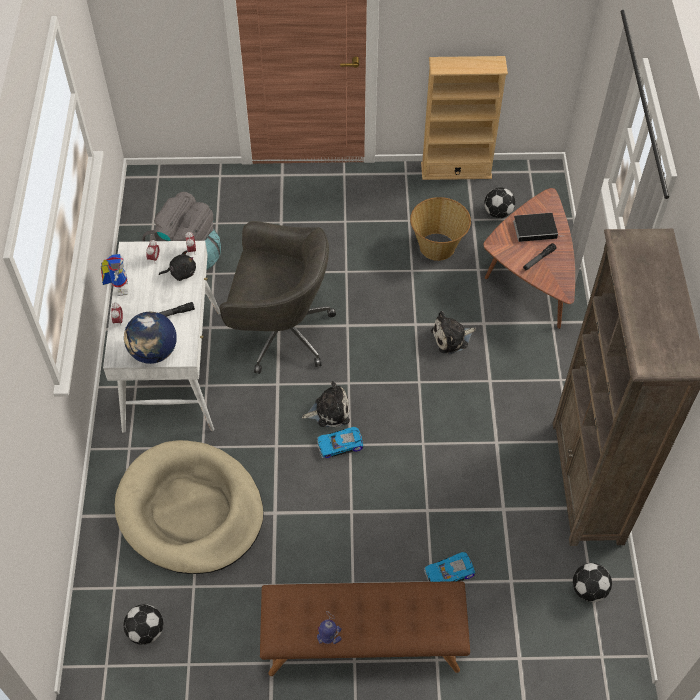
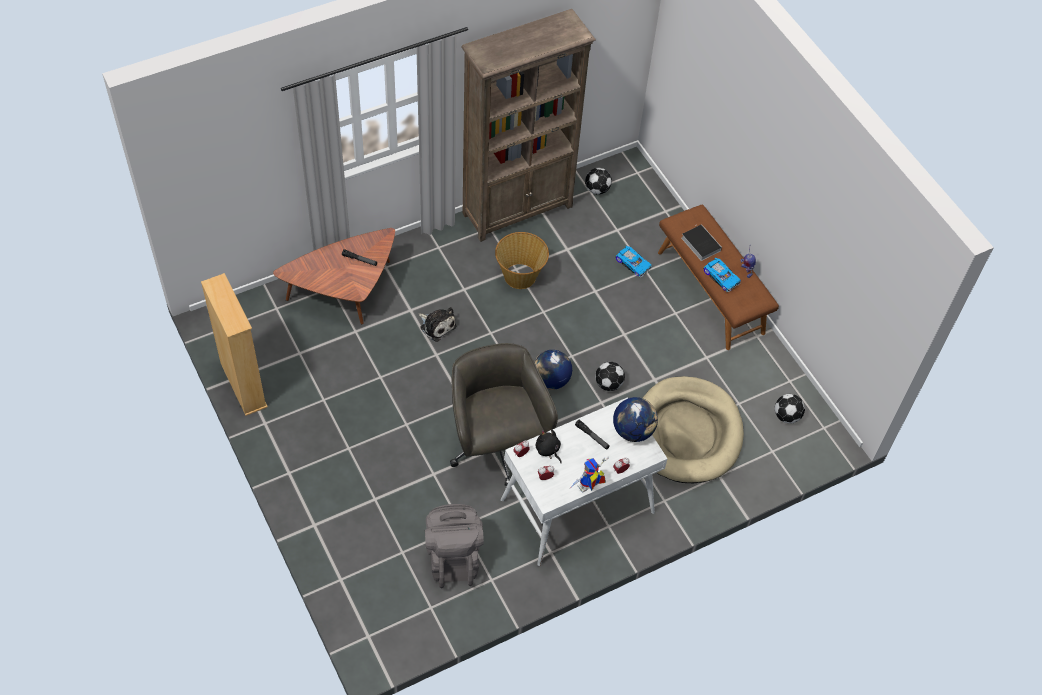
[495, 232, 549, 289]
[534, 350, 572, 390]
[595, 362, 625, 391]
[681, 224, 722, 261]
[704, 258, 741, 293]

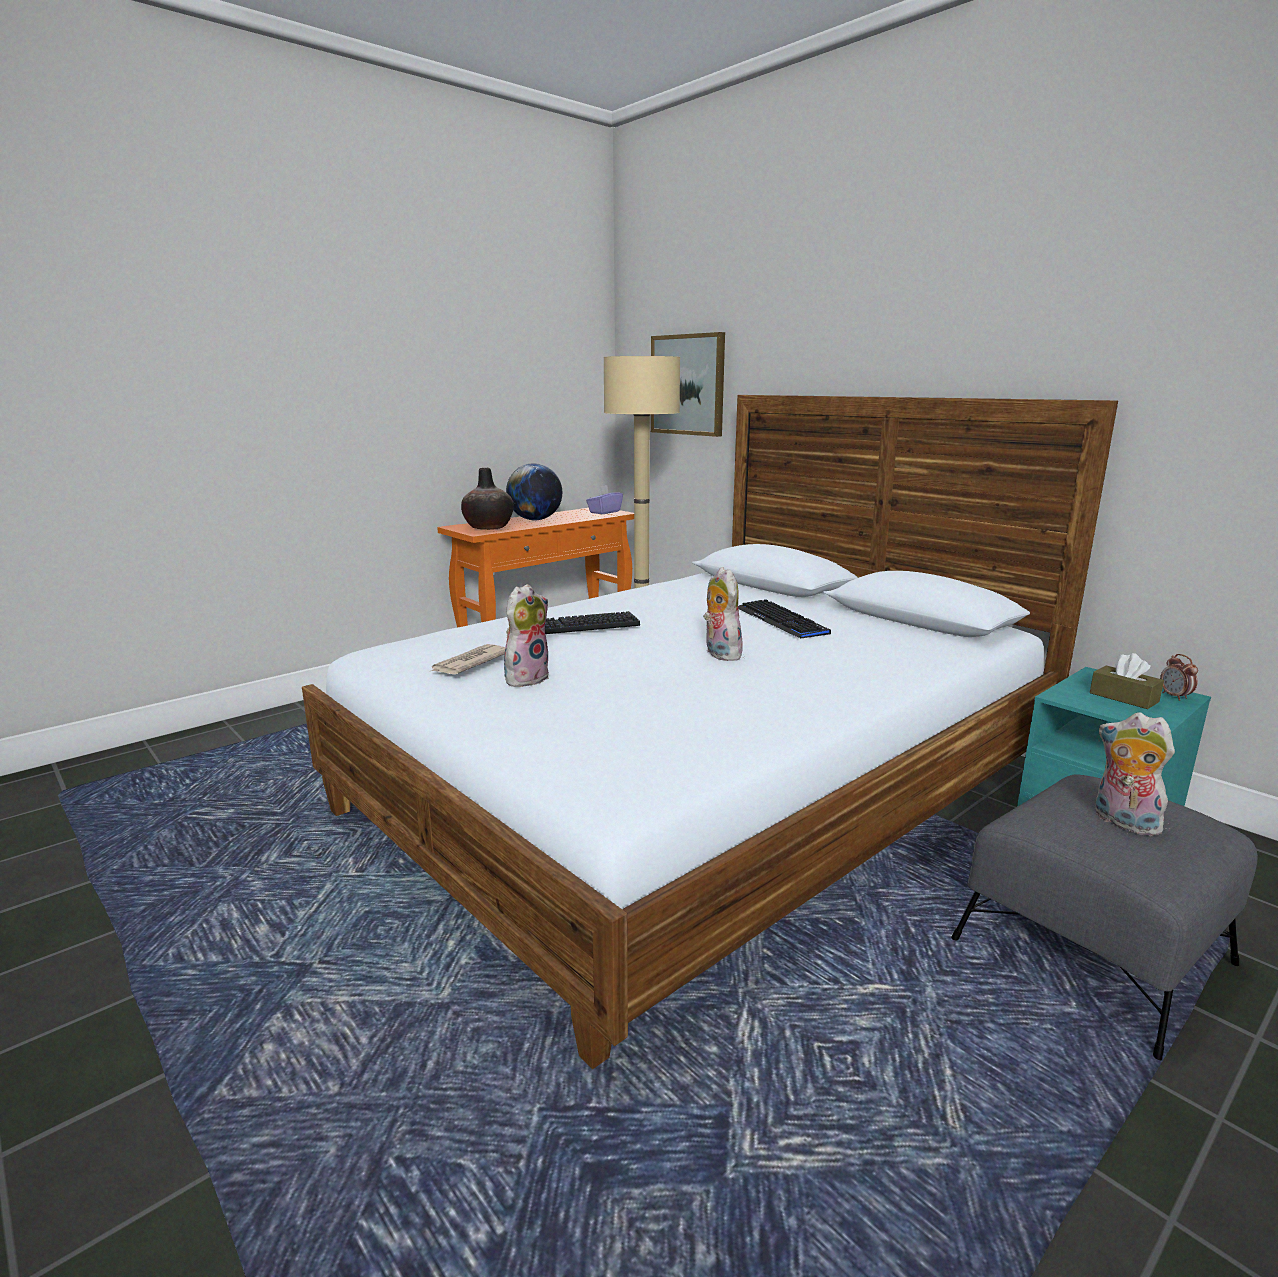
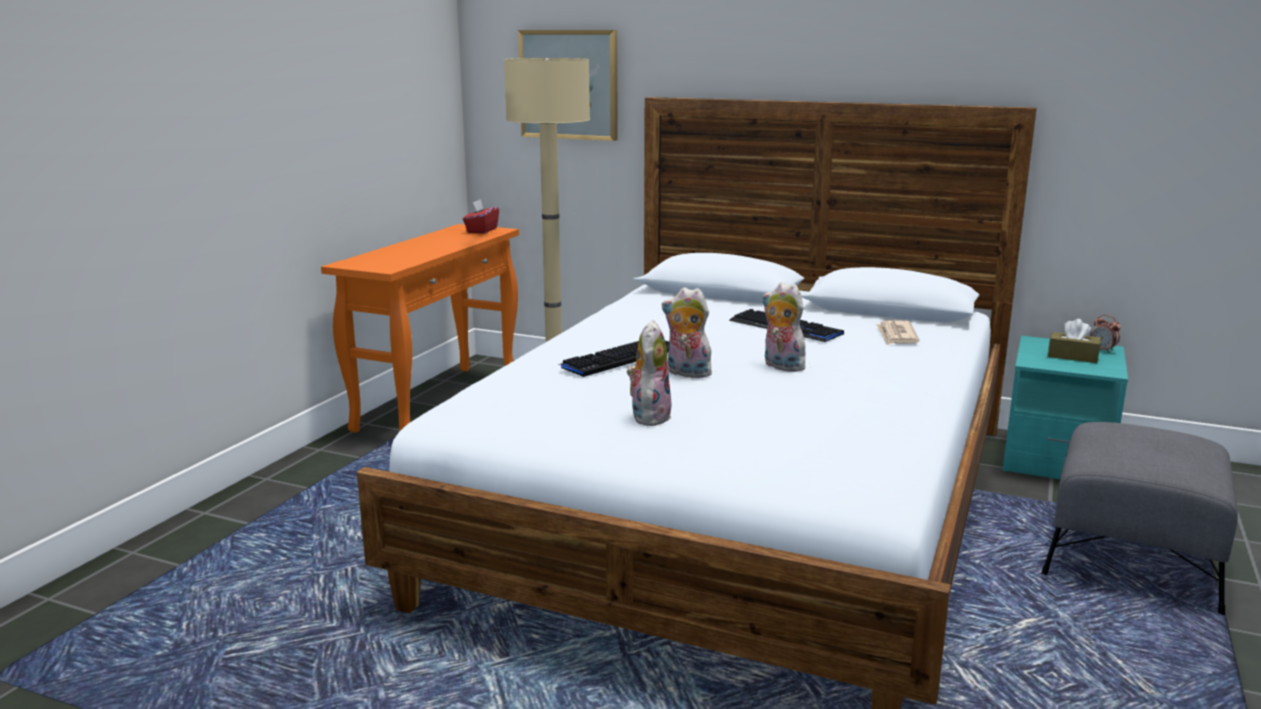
[463, 199, 499, 234]
[662, 287, 714, 378]
[876, 320, 920, 345]
[461, 468, 514, 530] (first image)
[506, 463, 562, 520] (first image)

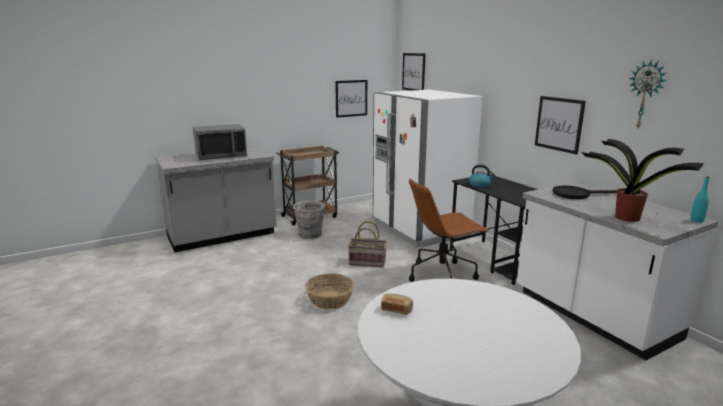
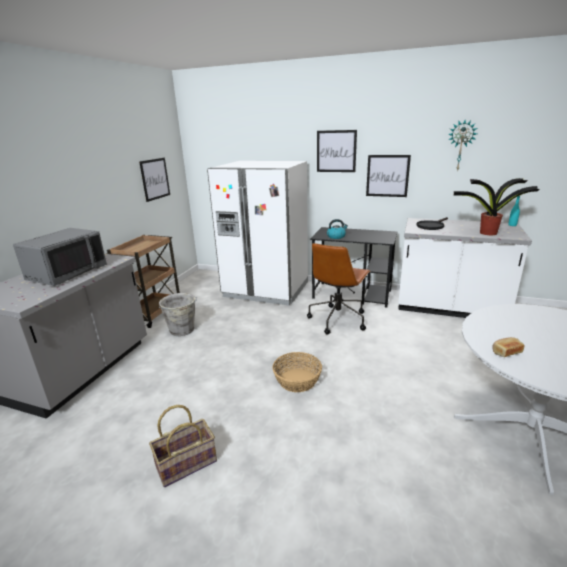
[149, 405, 217, 487]
[317, 130, 357, 172]

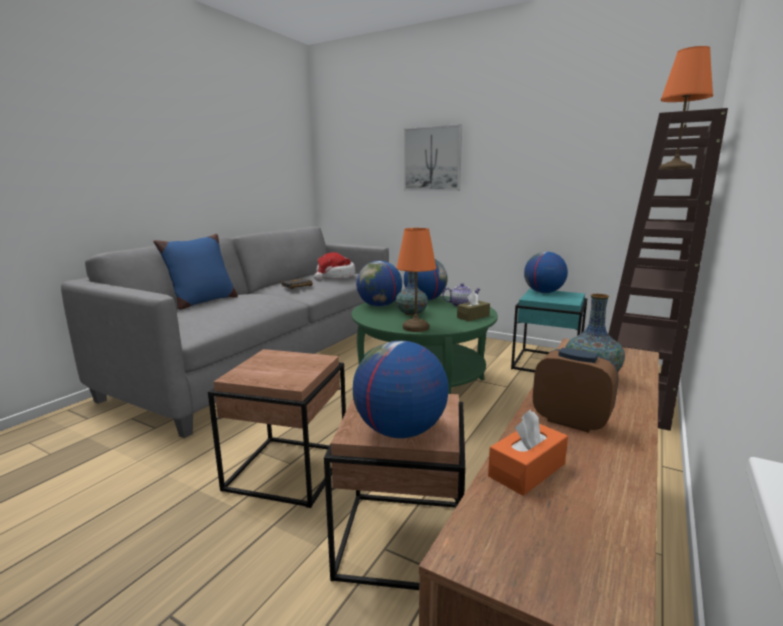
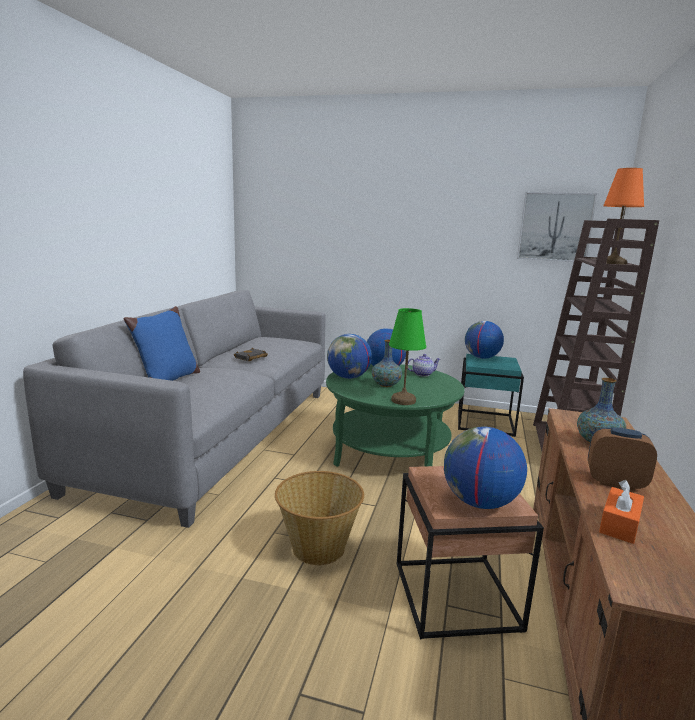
[275, 471, 364, 565]
[389, 308, 426, 405]
[517, 192, 597, 262]
[314, 252, 355, 281] (first image)
[457, 291, 490, 321] (first image)

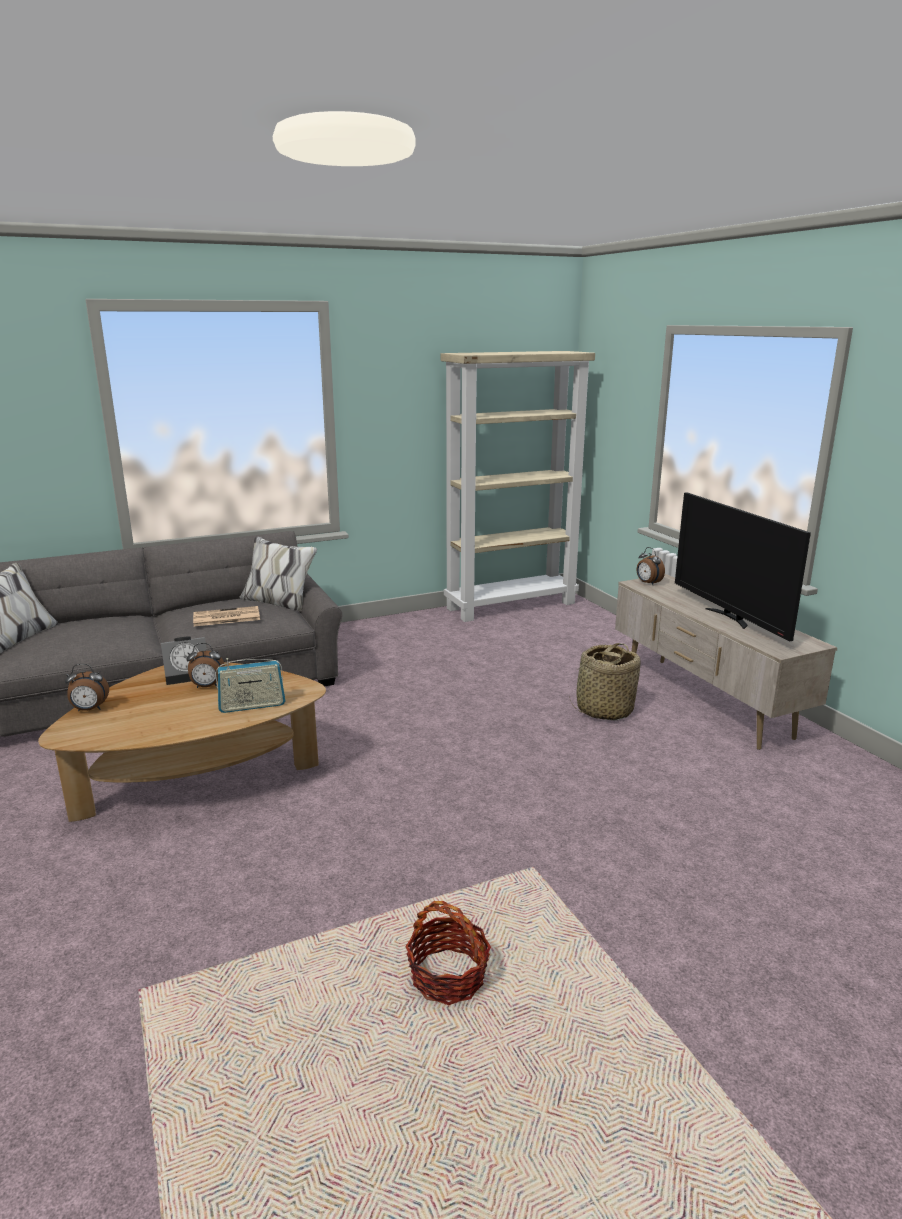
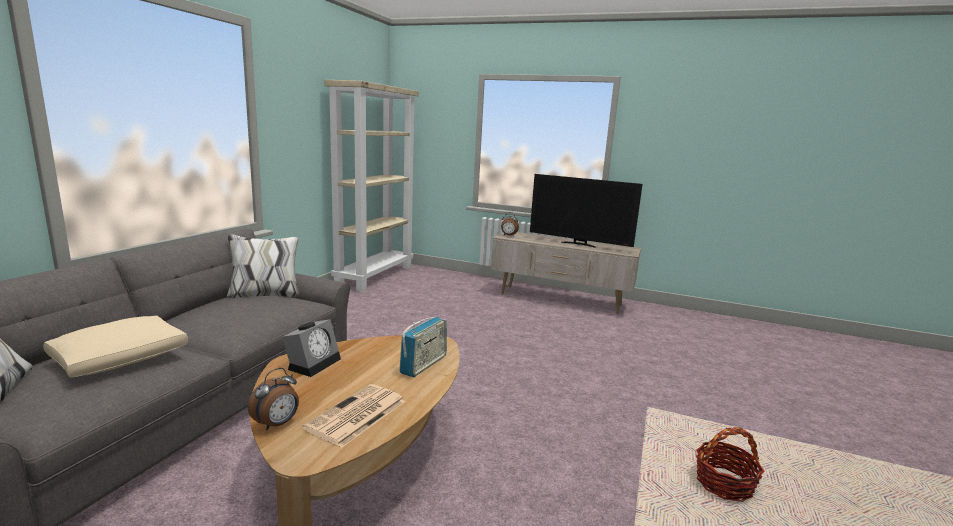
[43, 316, 188, 378]
[303, 384, 406, 448]
[186, 643, 225, 688] (first image)
[569, 643, 641, 720] (first image)

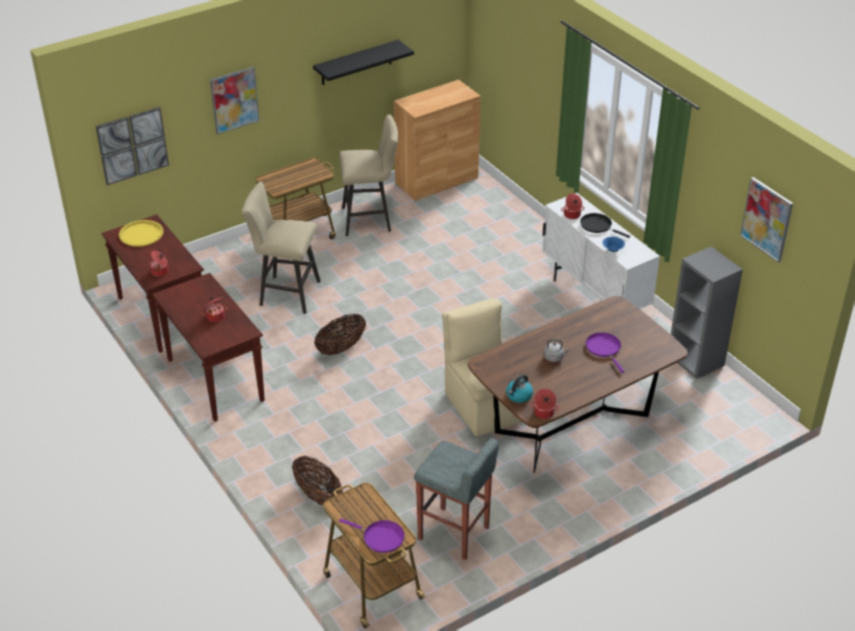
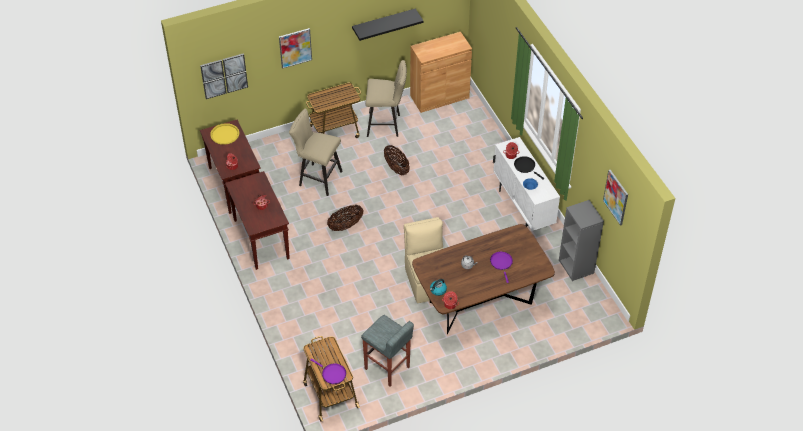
[384, 145, 410, 175]

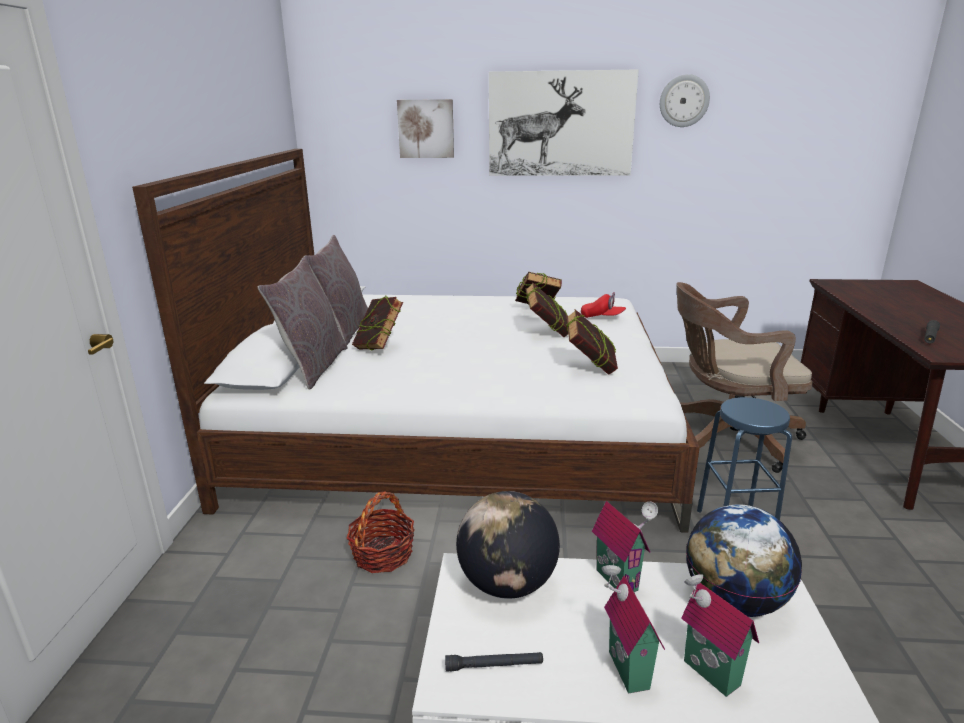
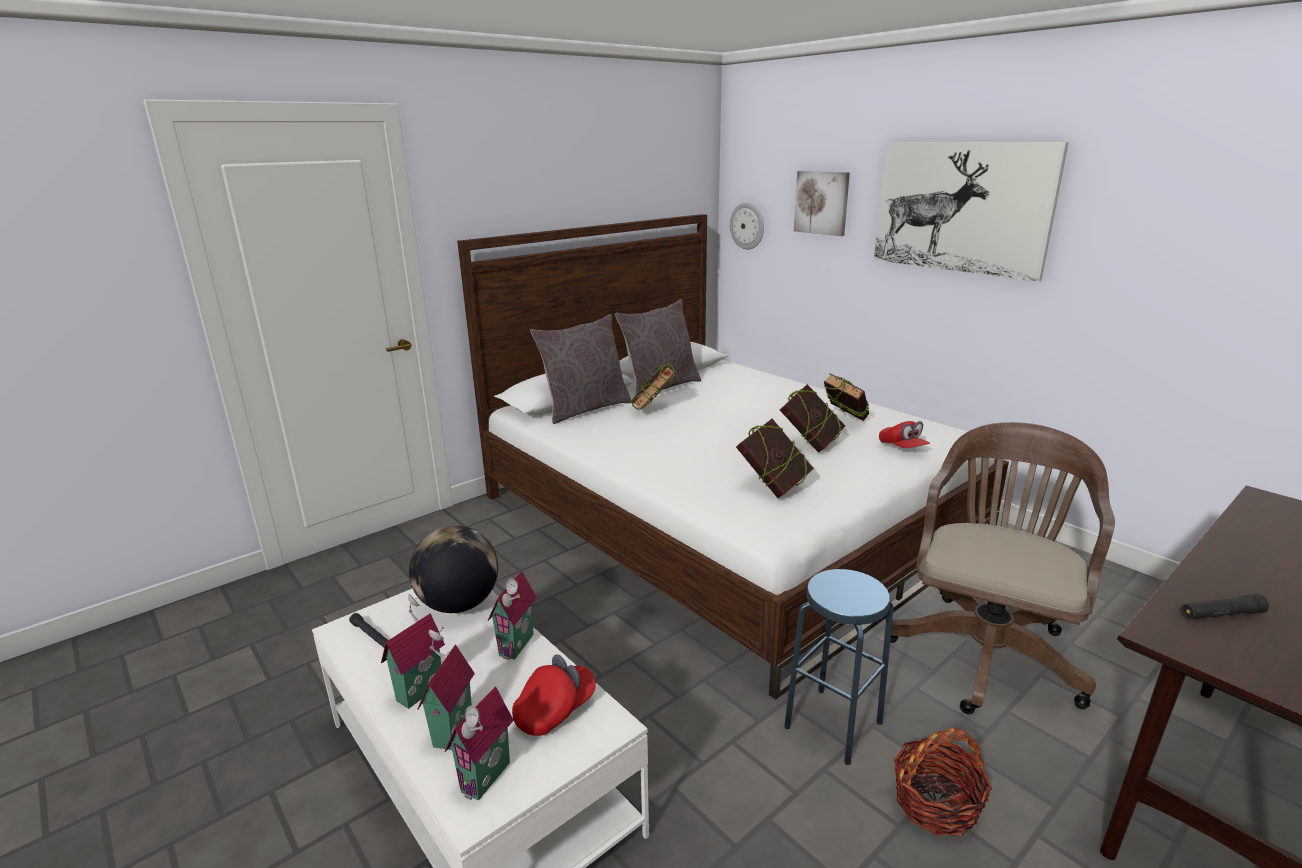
[445, 686, 514, 801]
[512, 655, 596, 736]
[730, 203, 764, 250]
[890, 422, 1115, 714]
[894, 727, 992, 836]

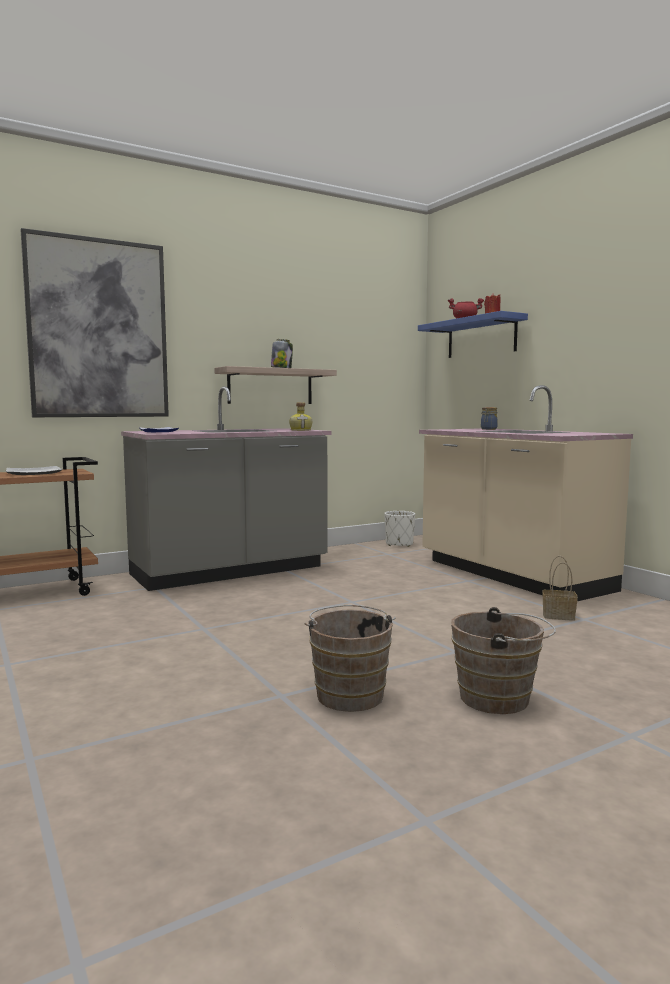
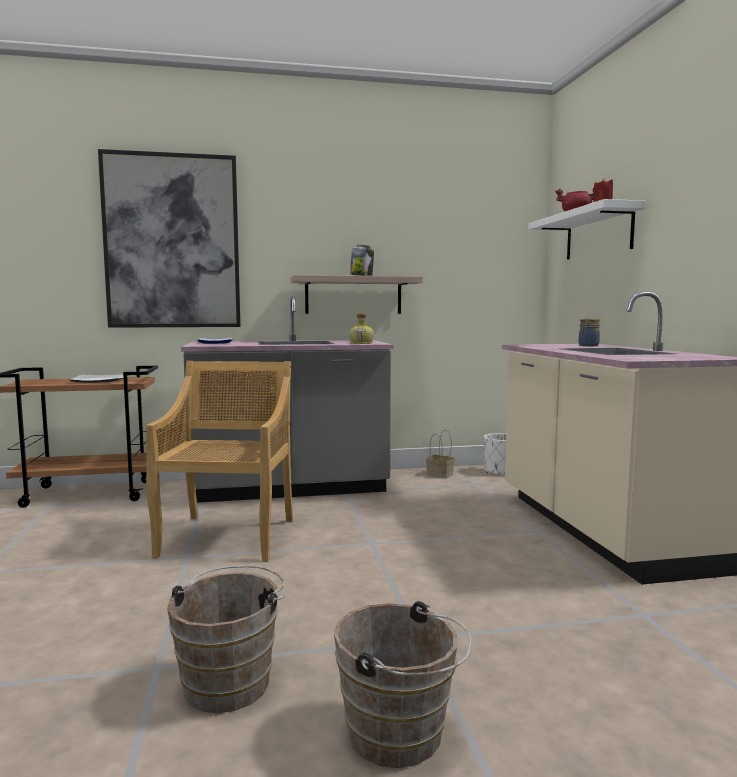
[146, 361, 293, 562]
[426, 430, 454, 478]
[528, 199, 646, 260]

